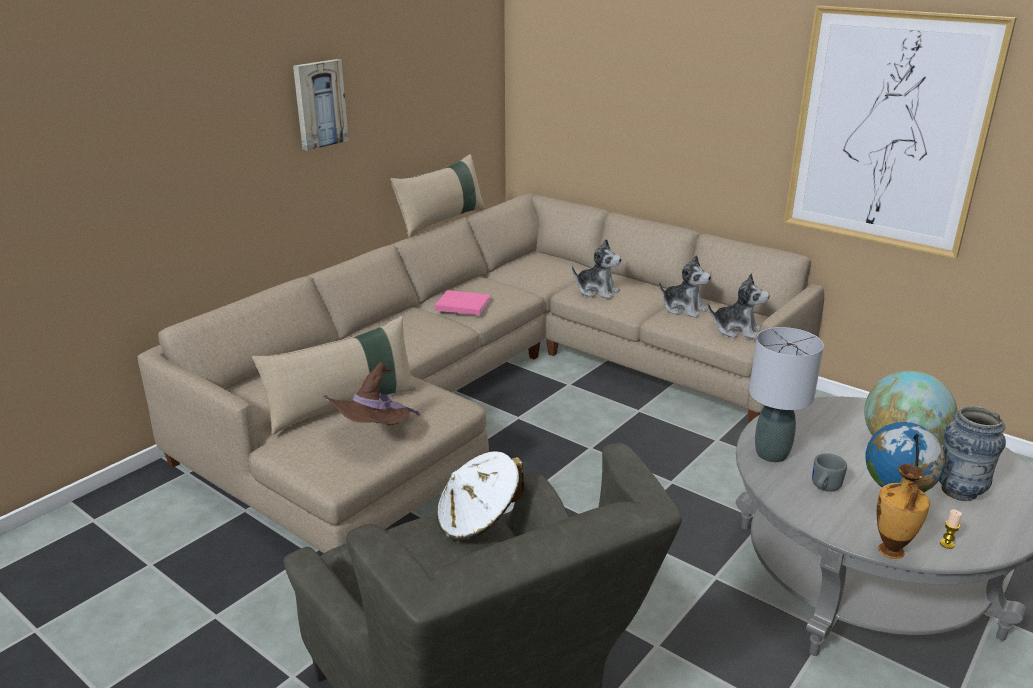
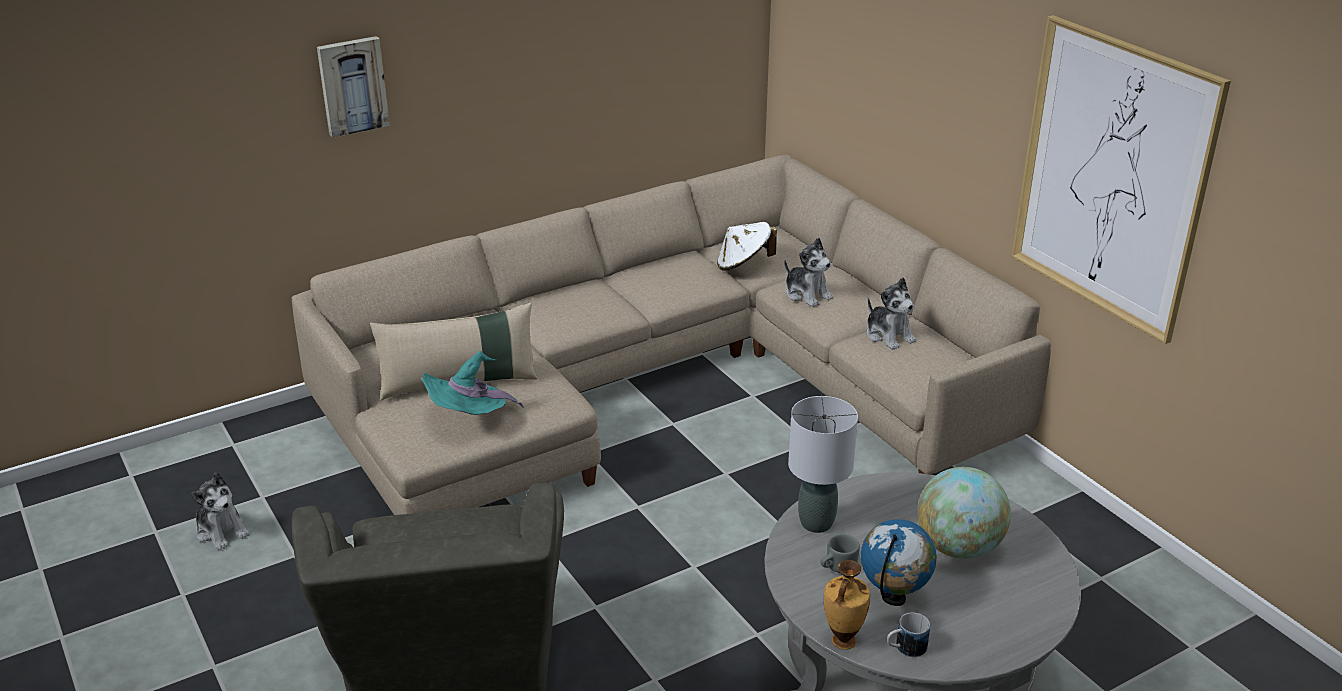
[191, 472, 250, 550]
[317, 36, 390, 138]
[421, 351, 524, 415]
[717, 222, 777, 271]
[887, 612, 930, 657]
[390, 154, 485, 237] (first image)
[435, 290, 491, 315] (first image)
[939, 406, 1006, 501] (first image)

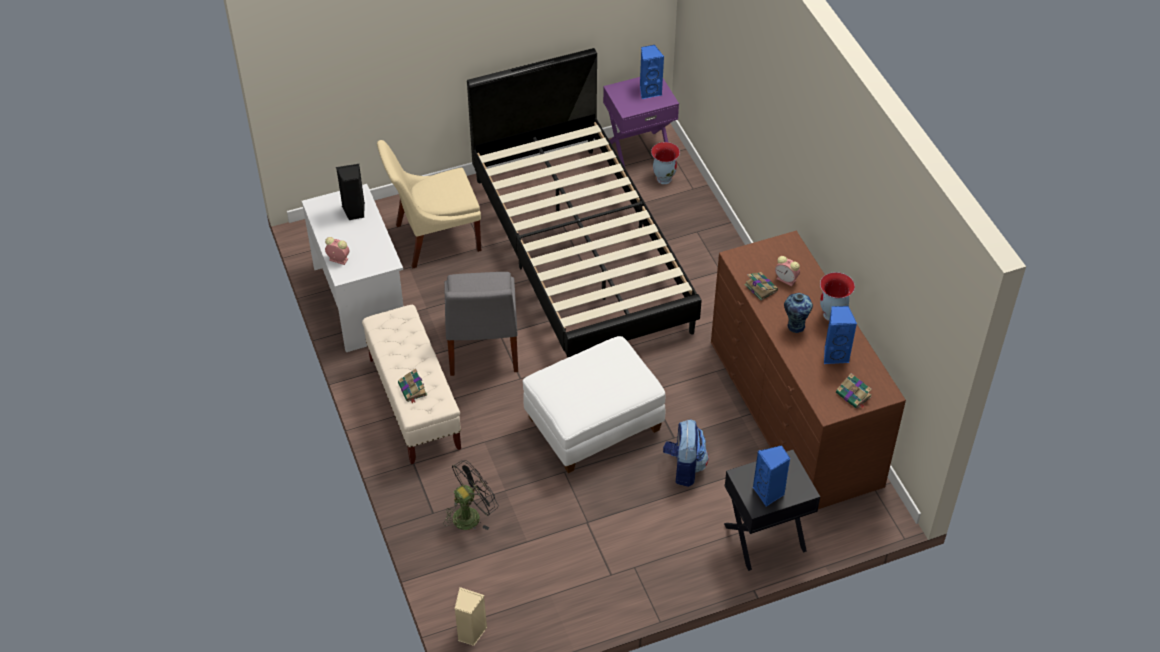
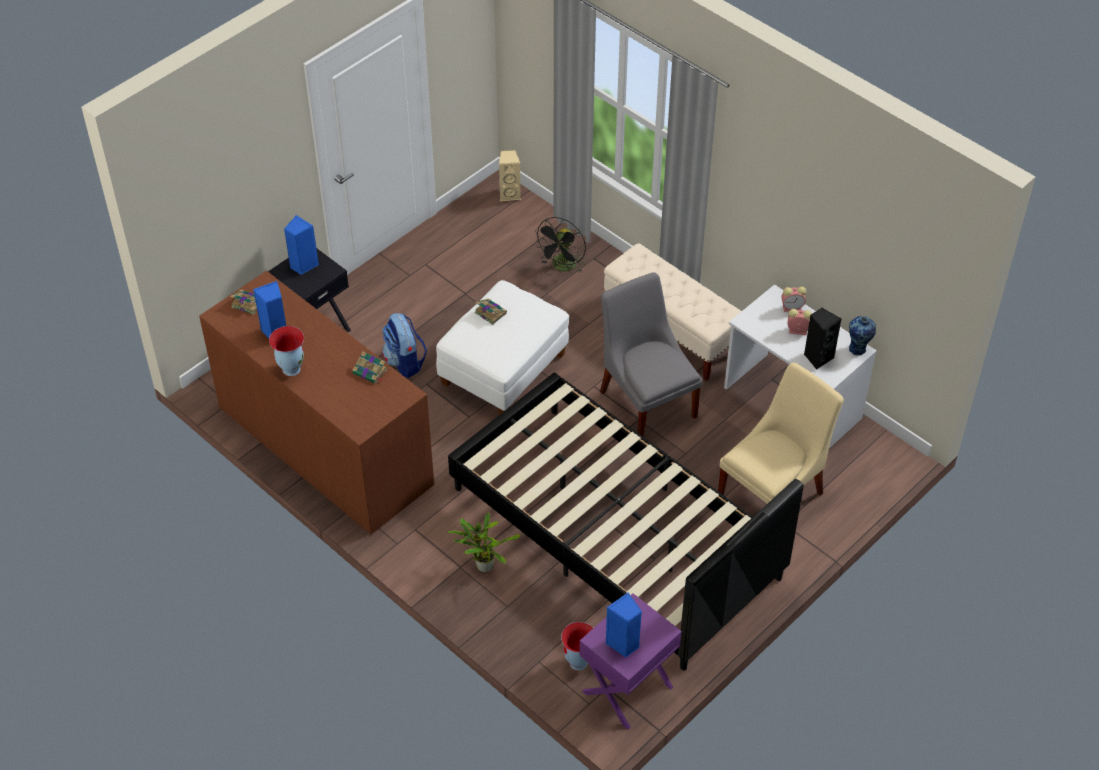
[448, 513, 520, 572]
[475, 298, 507, 325]
[788, 309, 812, 335]
[849, 316, 876, 355]

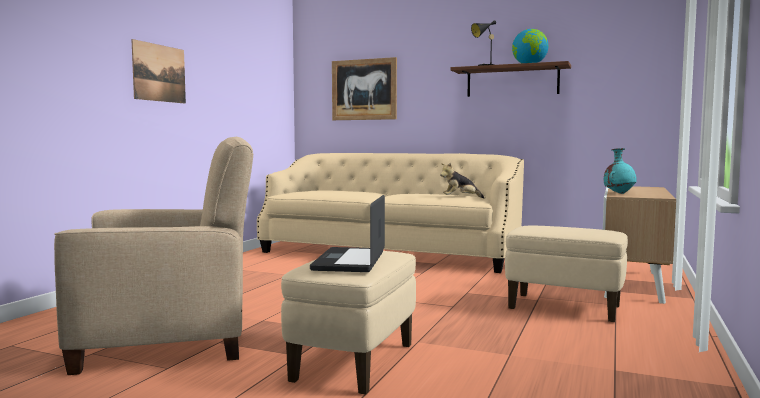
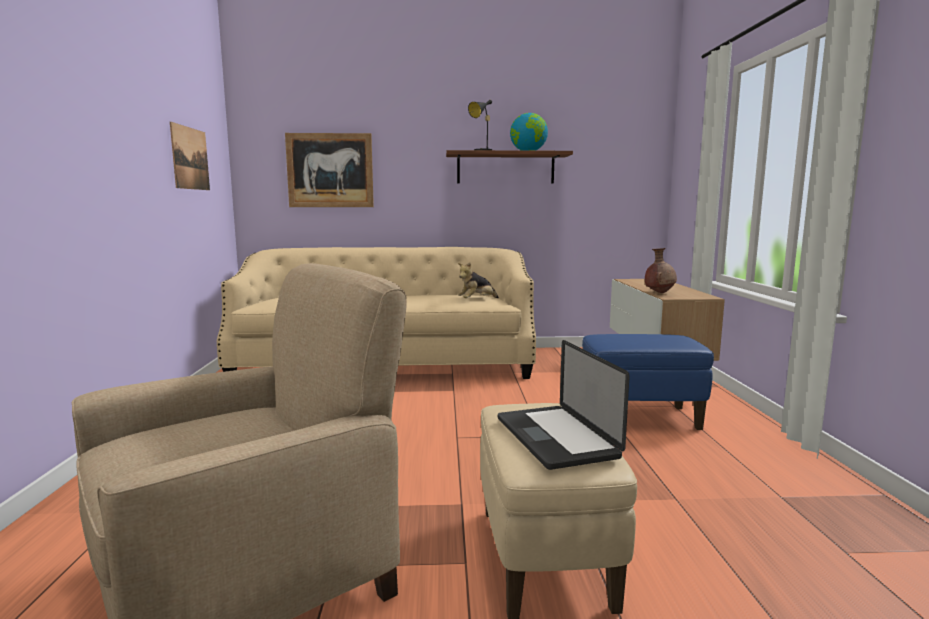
[170, 122, 210, 190]
[582, 334, 714, 430]
[645, 248, 677, 293]

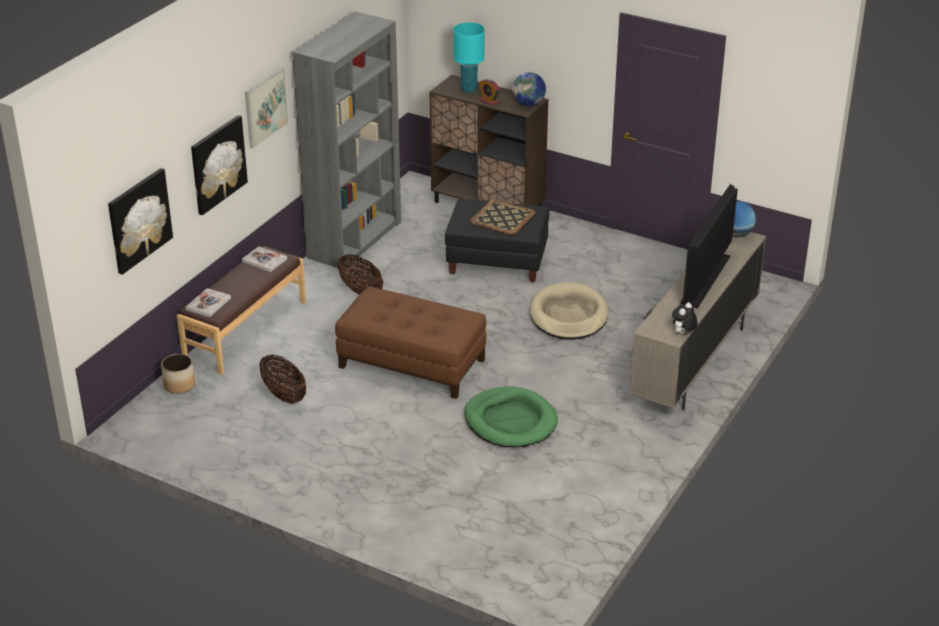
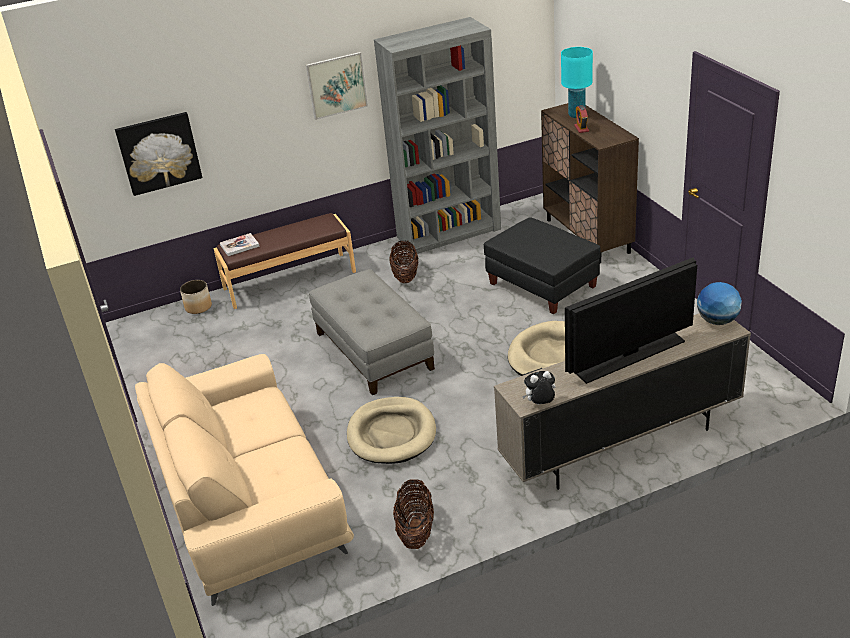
[135, 354, 354, 606]
[309, 269, 435, 395]
[347, 397, 436, 464]
[393, 479, 434, 549]
[191, 115, 248, 215] (first image)
[242, 246, 287, 272] (first image)
[470, 200, 536, 235] (first image)
[512, 72, 546, 106] (first image)

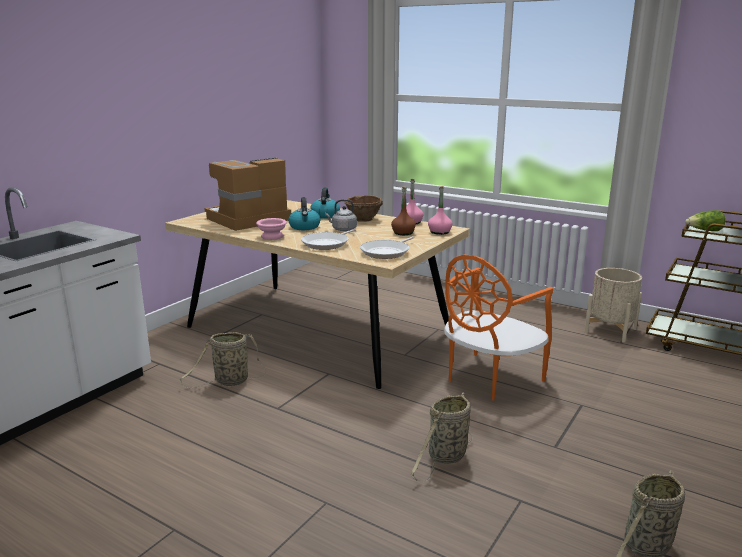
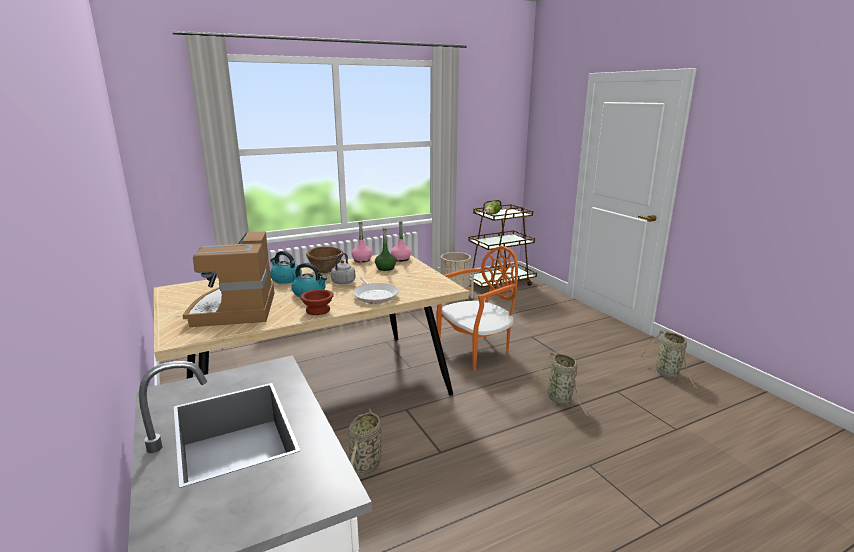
[300, 289, 334, 315]
[375, 228, 396, 271]
[436, 246, 518, 372]
[360, 236, 415, 259] (first image)

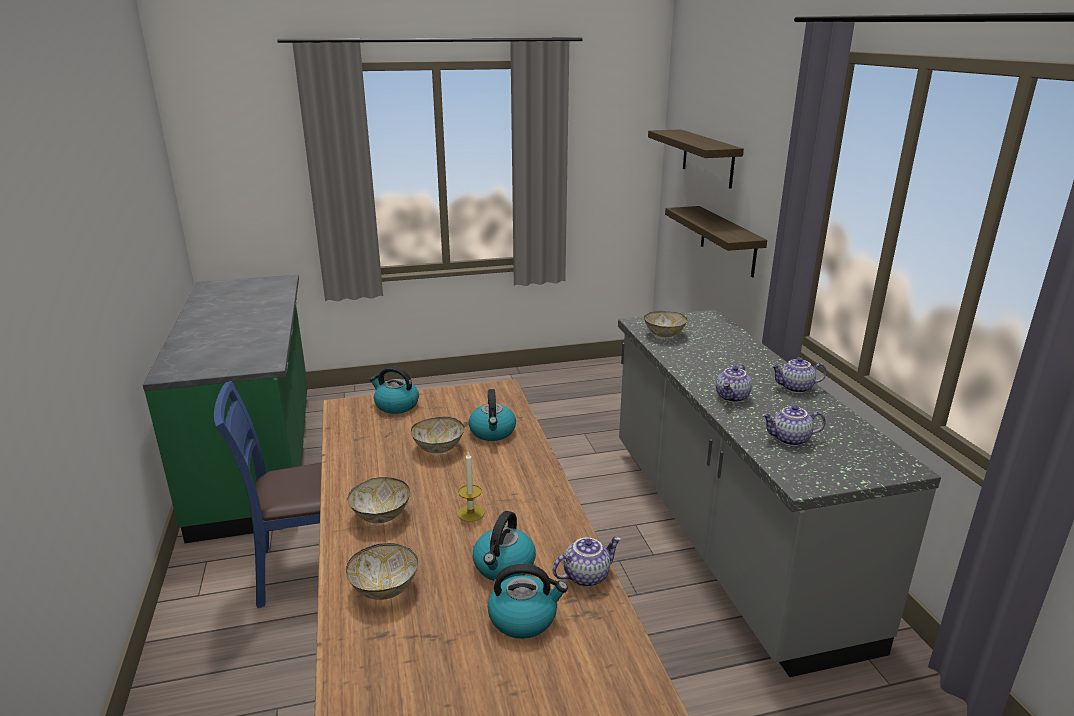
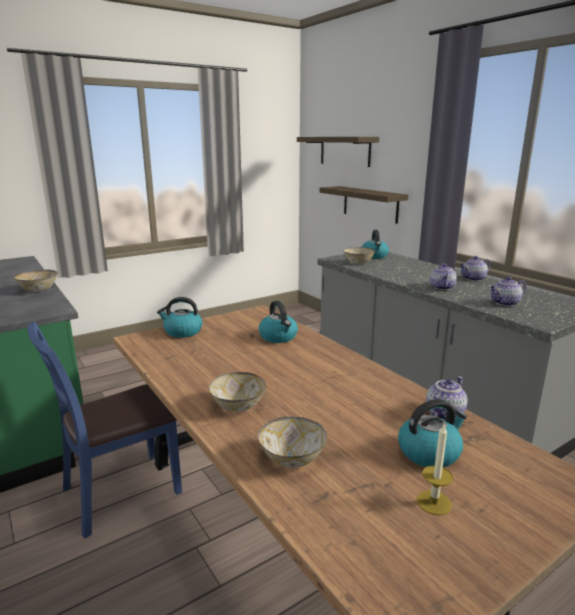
[14, 269, 58, 292]
[362, 230, 389, 258]
[417, 425, 453, 515]

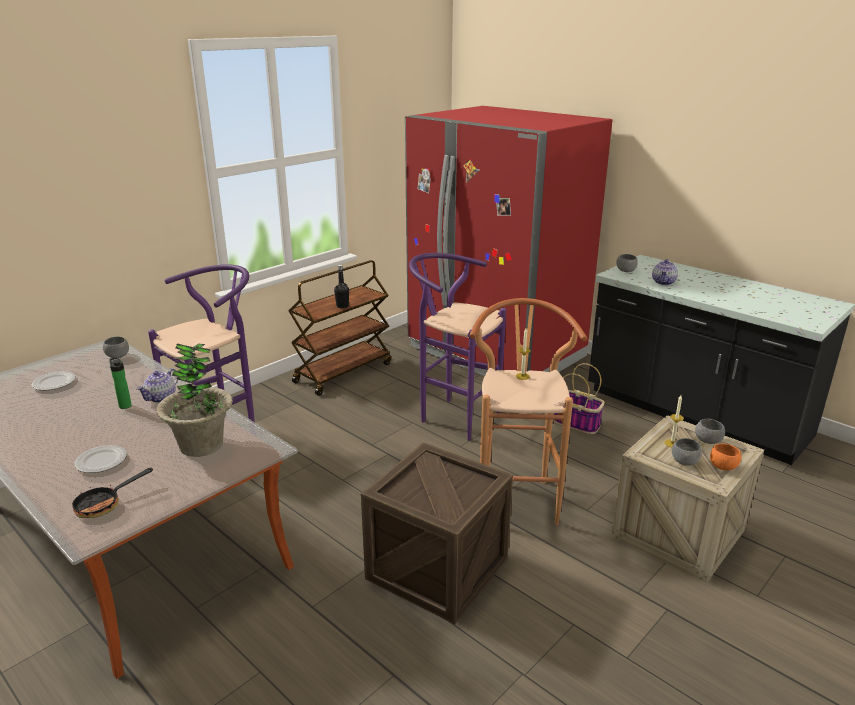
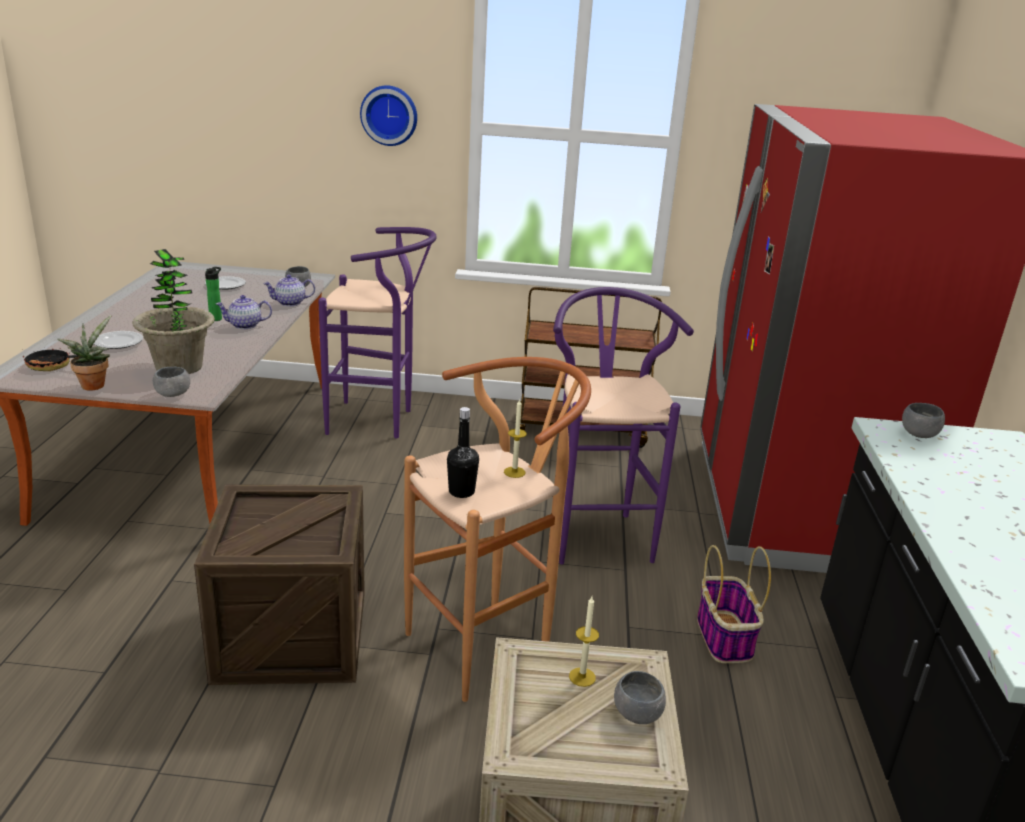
[57, 315, 111, 391]
[153, 367, 190, 397]
[263, 274, 315, 306]
[360, 85, 417, 146]
[447, 407, 479, 498]
[710, 443, 741, 470] (first image)

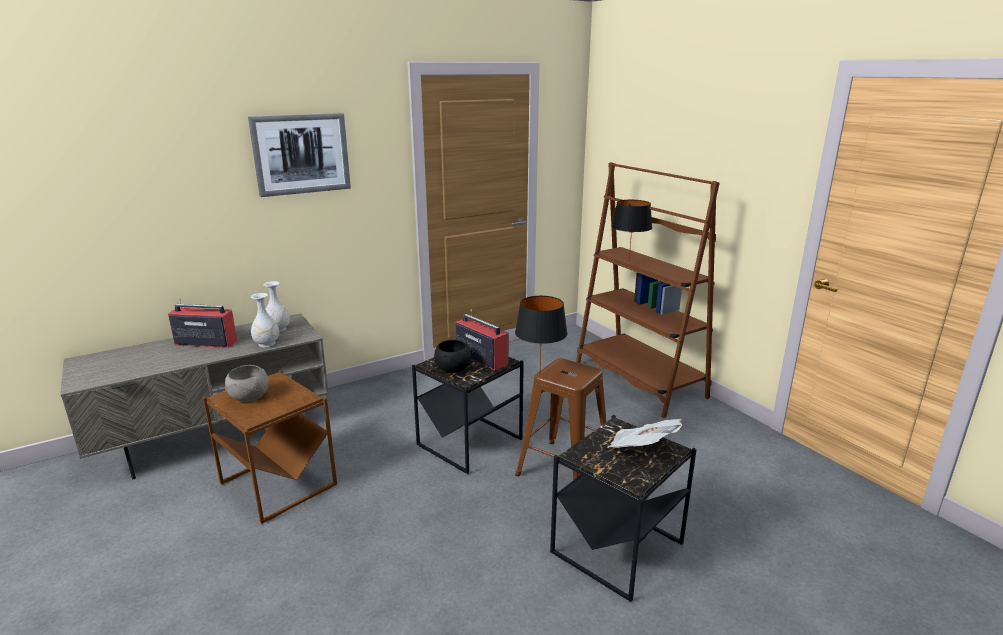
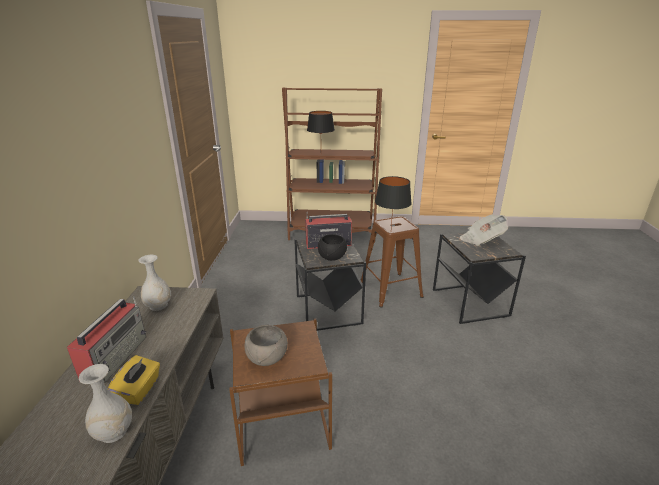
[67, 296, 146, 383]
[79, 364, 132, 443]
[108, 355, 160, 405]
[248, 113, 351, 197] (first image)

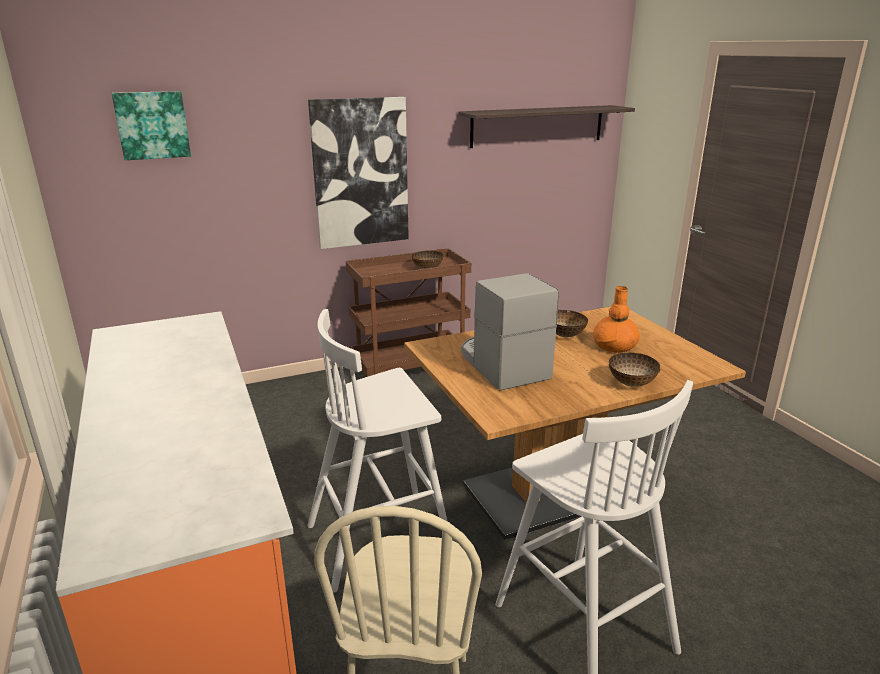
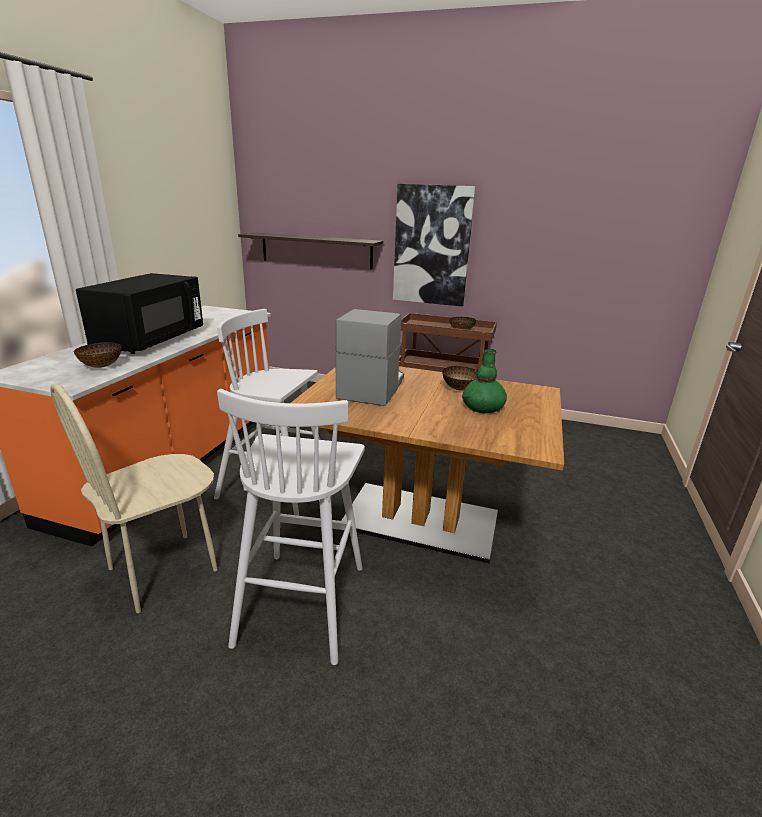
[73, 342, 122, 368]
[76, 273, 203, 354]
[238, 232, 383, 269]
[462, 349, 507, 414]
[112, 91, 191, 160] (first image)

